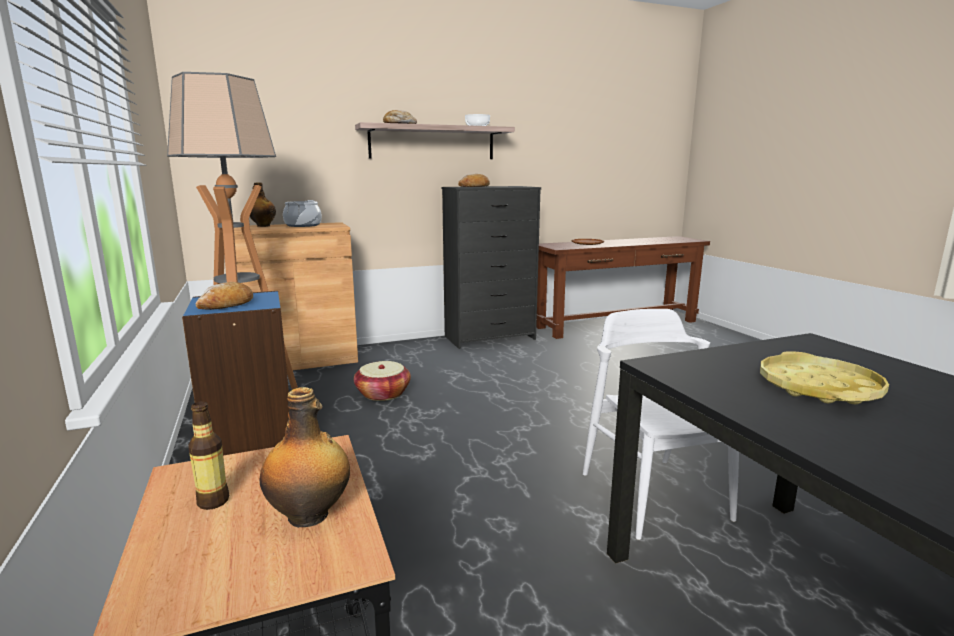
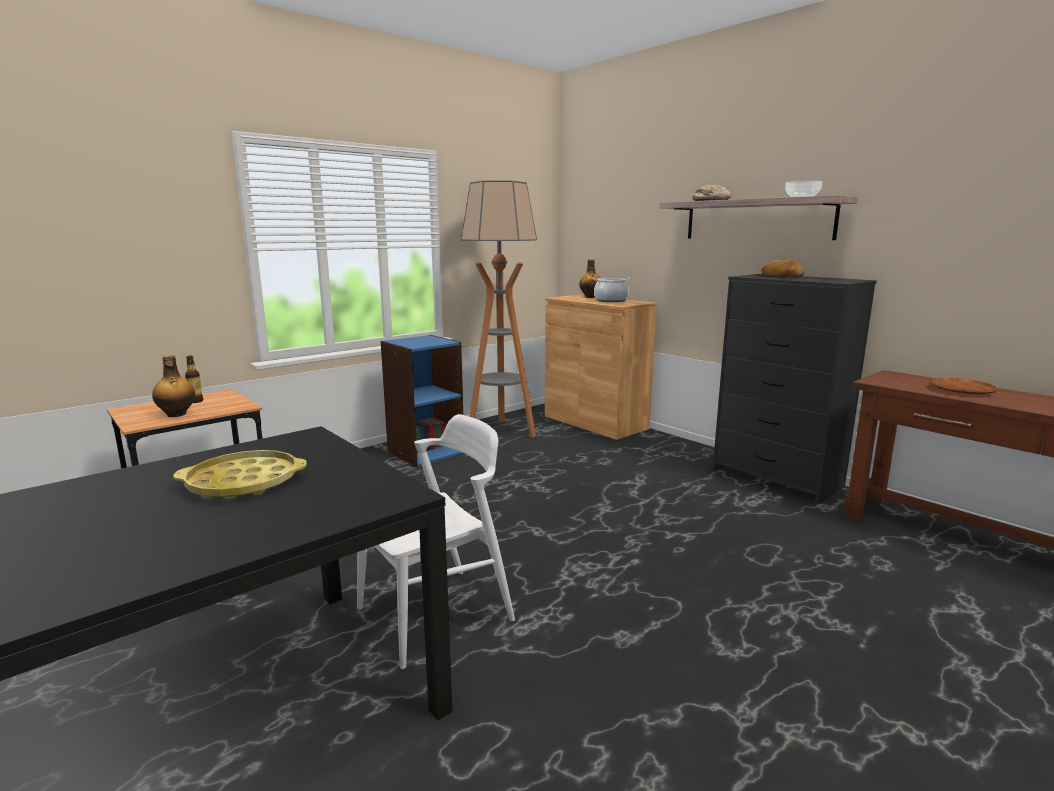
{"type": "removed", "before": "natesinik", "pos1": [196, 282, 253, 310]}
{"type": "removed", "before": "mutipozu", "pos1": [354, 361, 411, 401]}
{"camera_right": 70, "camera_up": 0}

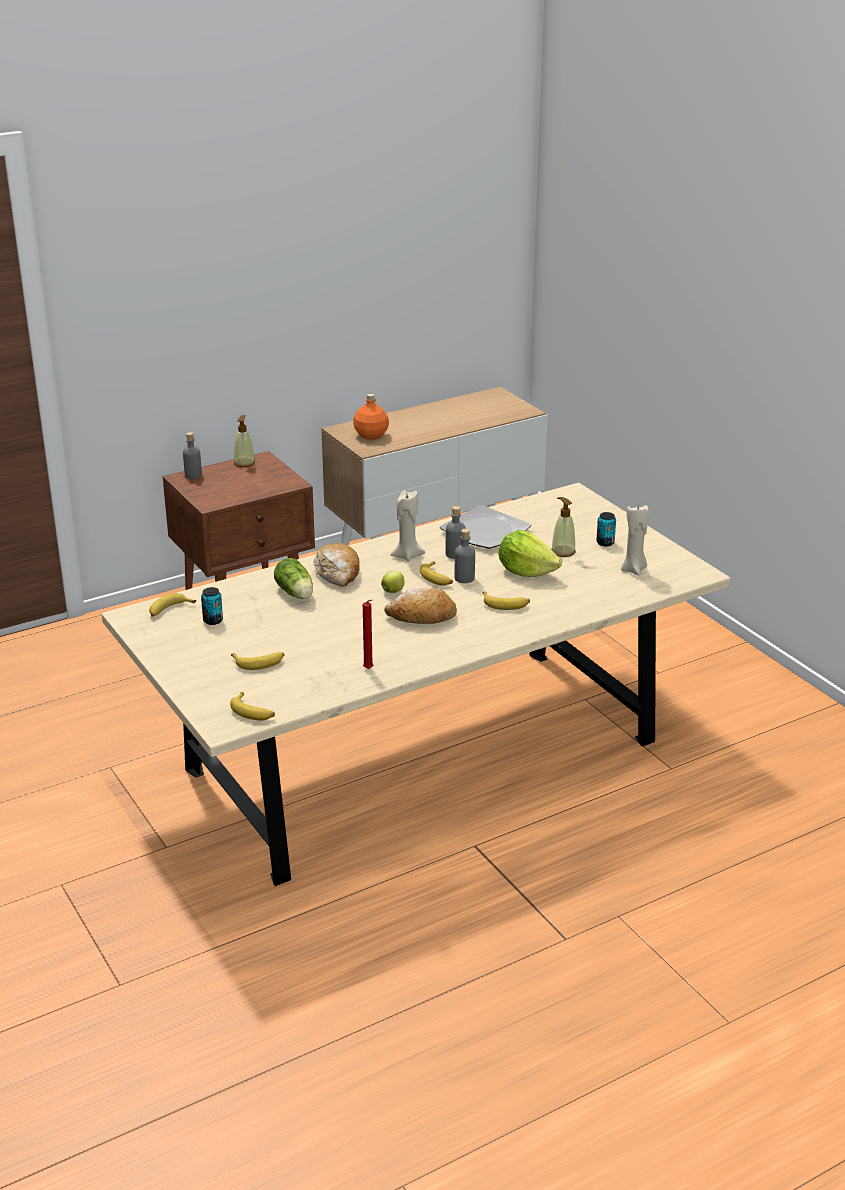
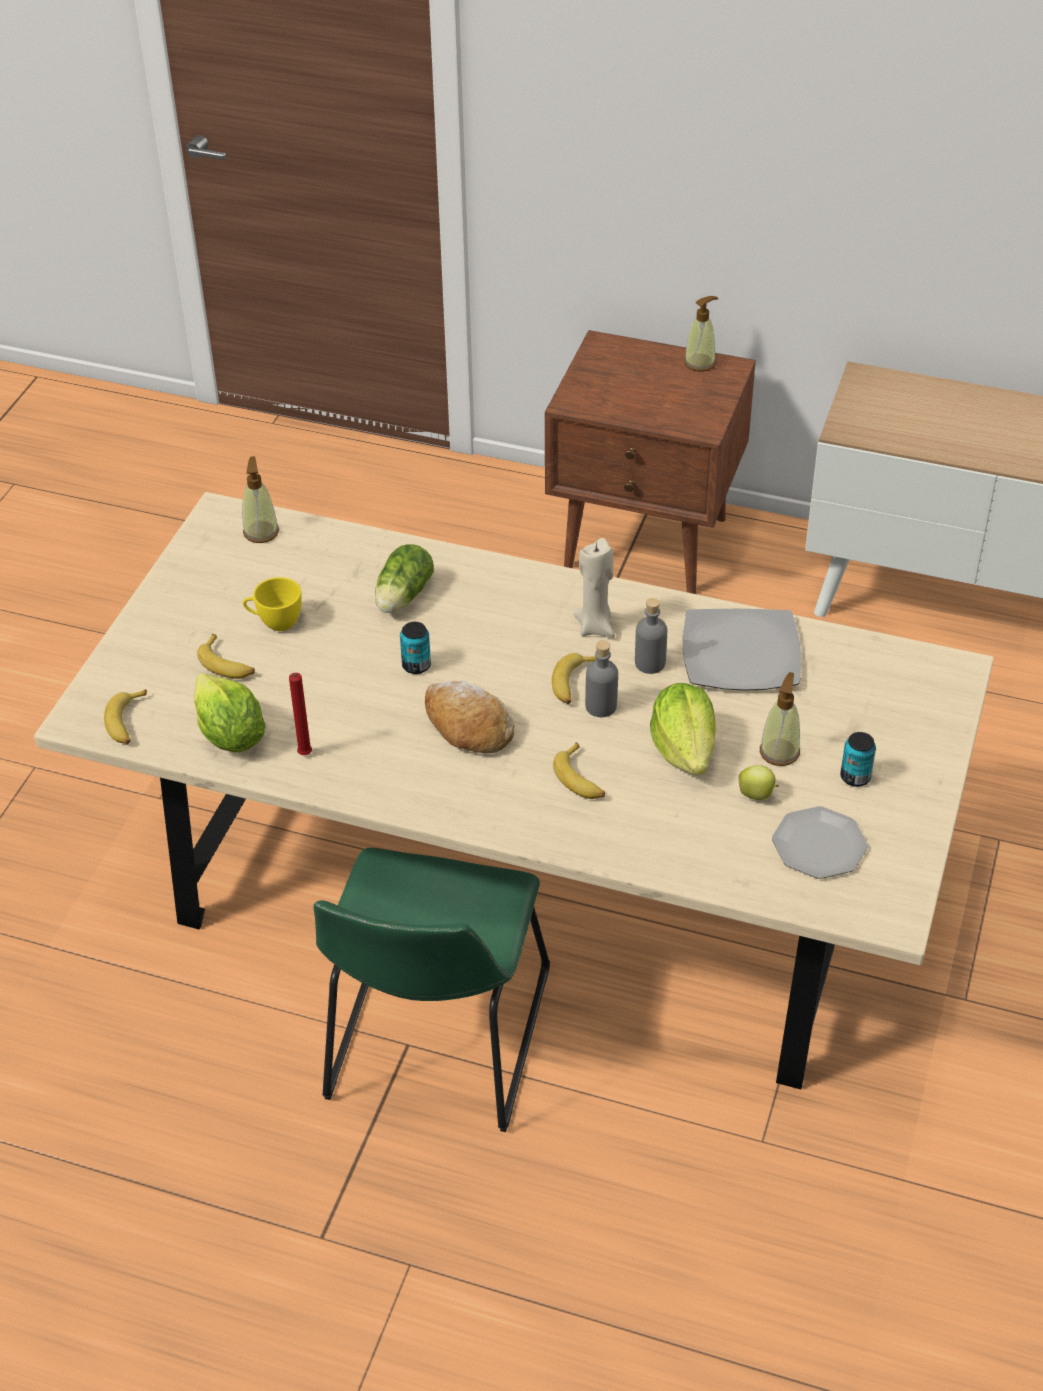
{"type": "removed", "before": "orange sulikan", "pos1": [353, 394, 389, 440]}
{"type": "removed", "before": "grey sulikan", "pos1": [183, 432, 202, 479]}
{"type": "replaced", "before": "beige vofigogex", "after": "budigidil", "pos1": [621, 504, 649, 576], "pos2": [772, 806, 868, 879]}
{"type": "removed", "before": "natesinik", "pos1": [314, 543, 360, 587]}
{"type": "moved", "before": "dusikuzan", "pos1": [381, 571, 404, 593], "pos2": [739, 765, 779, 800]}
{"type": "moved", "before": "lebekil", "pos1": [201, 587, 223, 625], "pos2": [400, 622, 431, 674]}
{"type": "replaced", "before": "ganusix", "after": "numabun", "pos1": [149, 593, 196, 617], "pos2": [242, 456, 279, 543]}
{"type": "added", "after": "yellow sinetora", "pos2": [243, 577, 302, 631]}
{"type": "added", "after": "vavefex", "pos2": [194, 673, 266, 753]}
{"type": "added", "after": "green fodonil", "pos2": [313, 848, 550, 1132]}
{"camera_right": 50, "camera_up": 15}

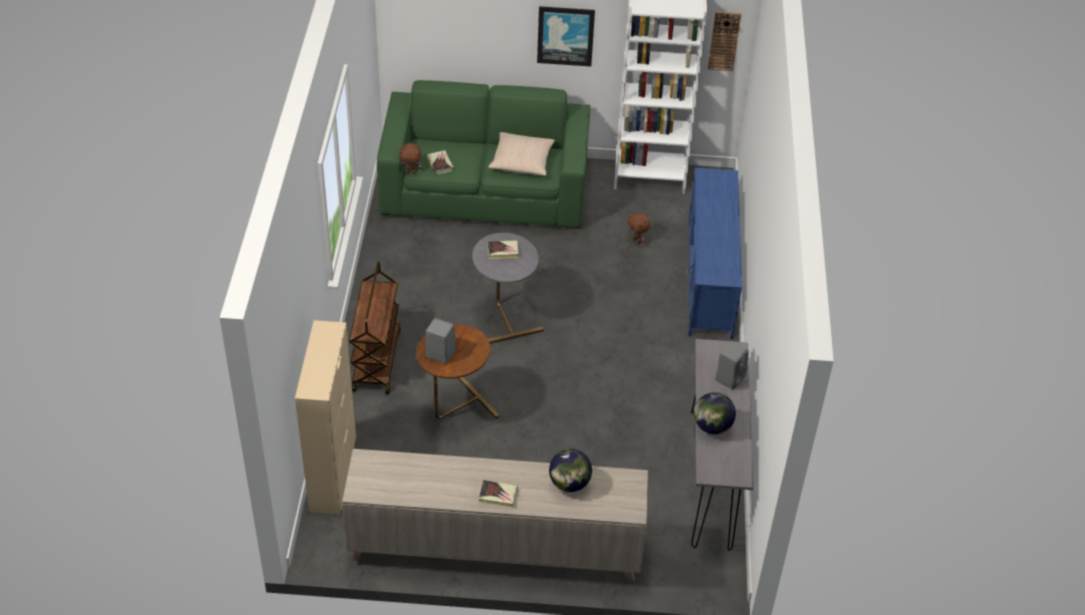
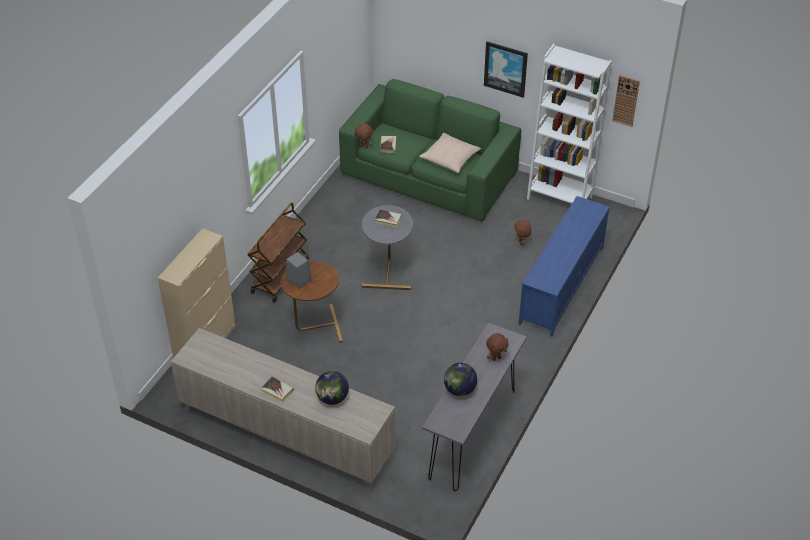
{"type": "replaced", "before": "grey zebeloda", "after": "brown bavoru", "pos1": [715, 341, 749, 390], "pos2": [486, 333, 509, 361]}
{"camera_right": 25, "camera_up": 0}

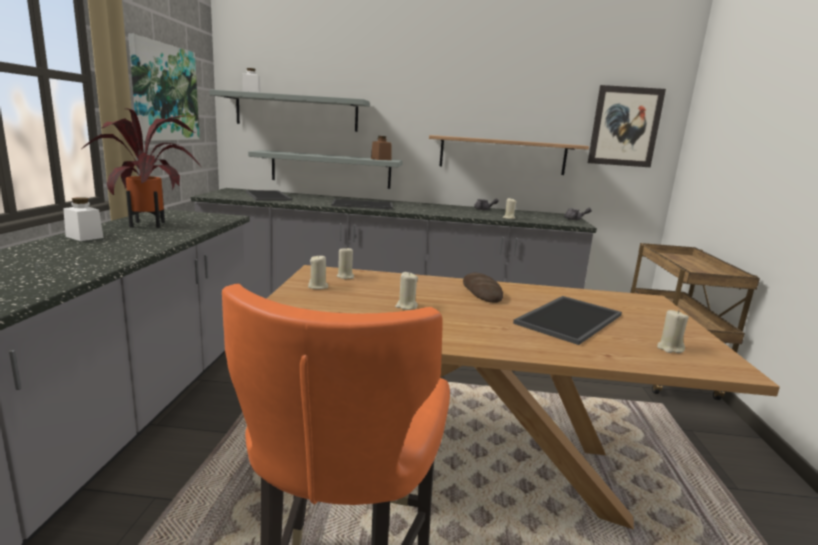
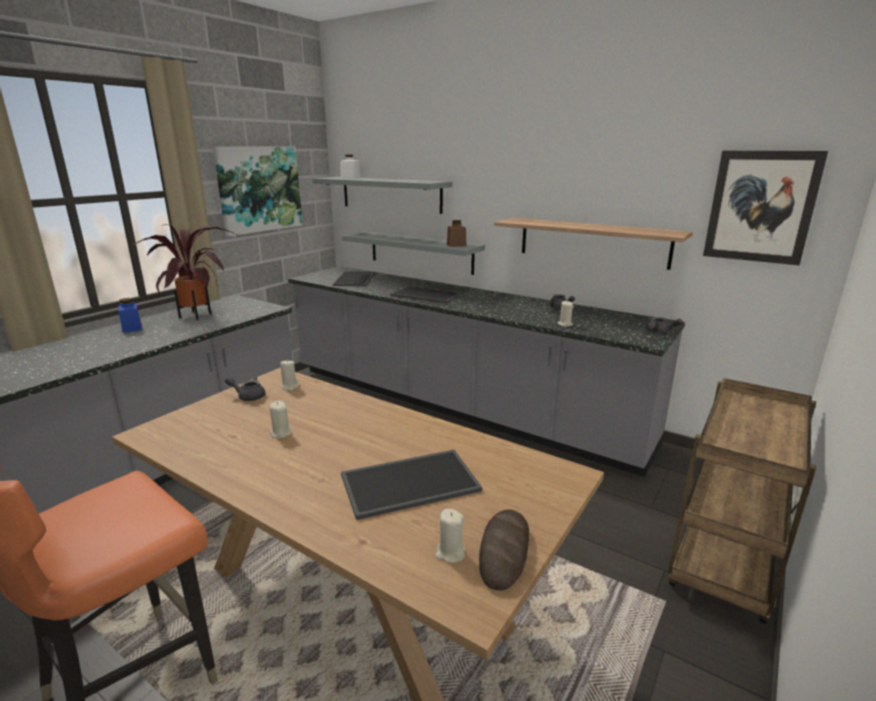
{"type": "recoloured", "before": "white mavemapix", "after": "blue mavemapix", "pos1": [63, 197, 104, 241], "pos2": [118, 298, 142, 333]}
{"type": "replaced", "before": "beige vofigogex", "after": "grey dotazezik", "pos1": [308, 254, 328, 289], "pos2": [225, 376, 265, 401]}
{"type": "moved", "before": "natesinik", "pos1": [463, 272, 503, 303], "pos2": [479, 509, 529, 591]}
{"camera_right": 30, "camera_up": 5}

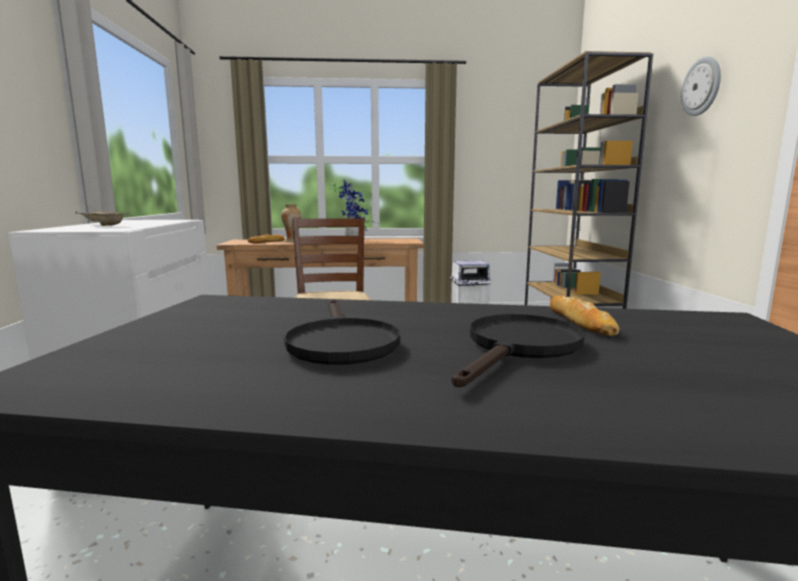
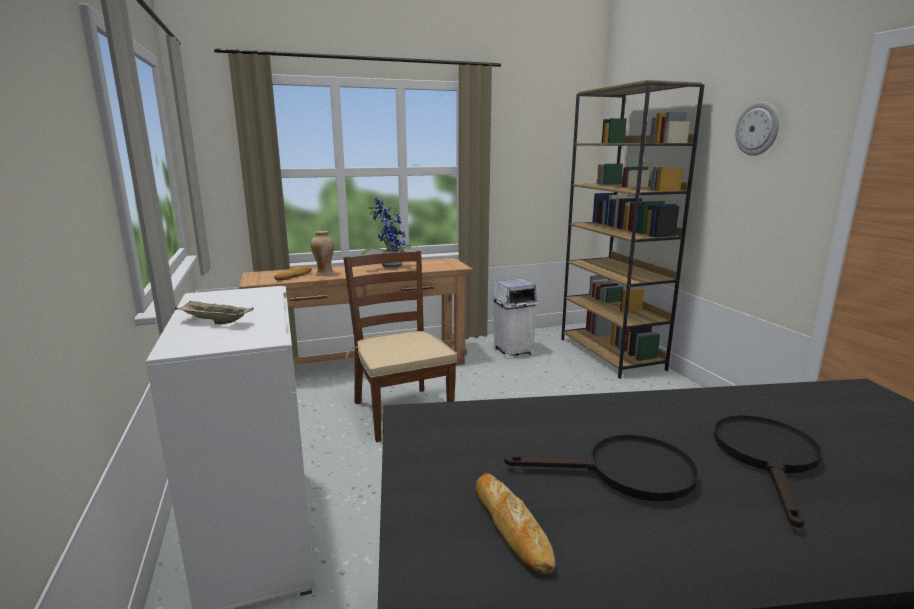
{"type": "moved", "before": "natesinik", "pos1": [550, 295, 619, 336], "pos2": [476, 473, 556, 574]}
{"type": "turned", "before": "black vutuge", "pos1": [284, 299, 400, 365], "pos2": [504, 435, 698, 501], "turn": -60}
{"camera_right": -15, "camera_up": 5}

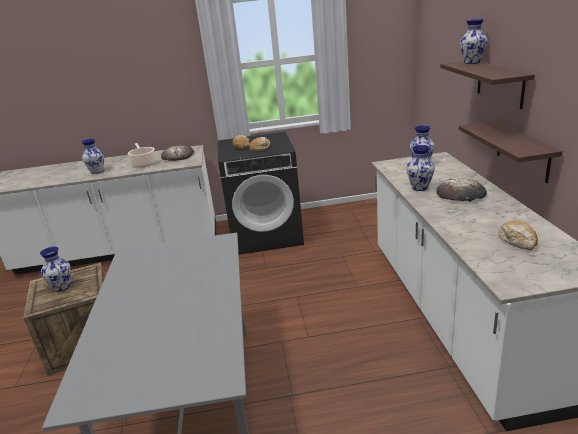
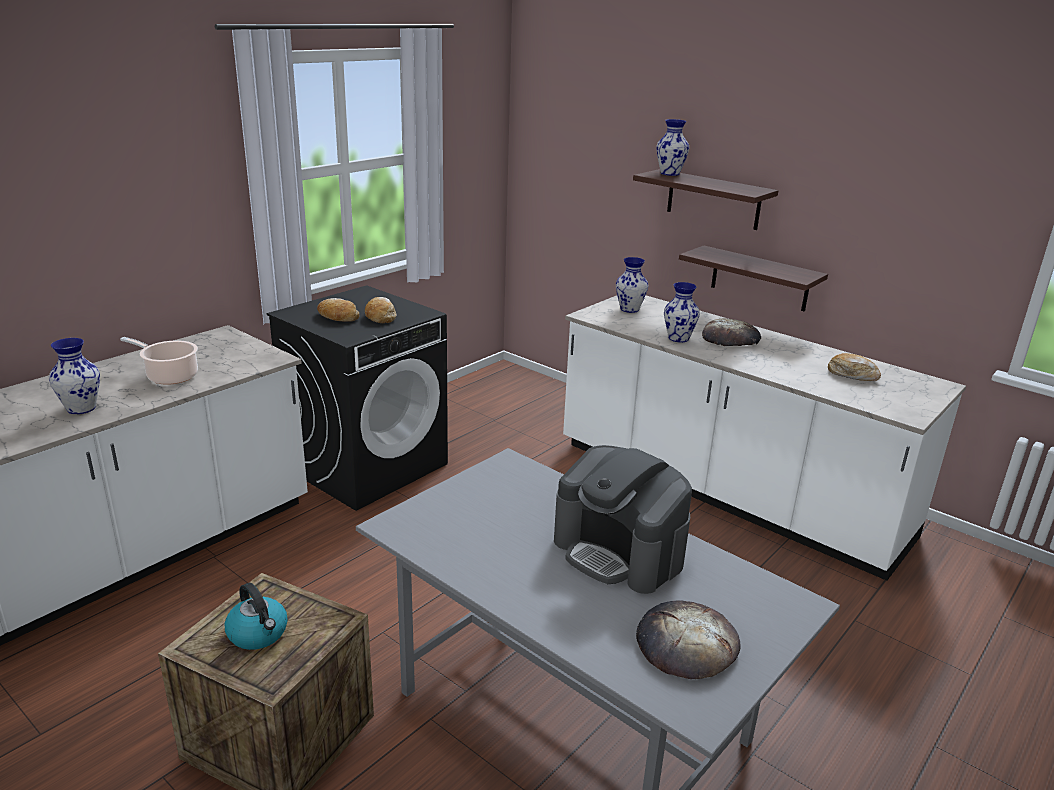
{"type": "moved", "before": "natesinik", "pos1": [161, 145, 194, 161], "pos2": [636, 600, 741, 679]}
{"type": "replaced", "before": "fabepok", "after": "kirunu", "pos1": [40, 247, 71, 292], "pos2": [225, 583, 288, 650]}
{"type": "added", "after": "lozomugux", "pos2": [554, 445, 692, 594]}
{"camera_right": -45, "camera_up": 0}

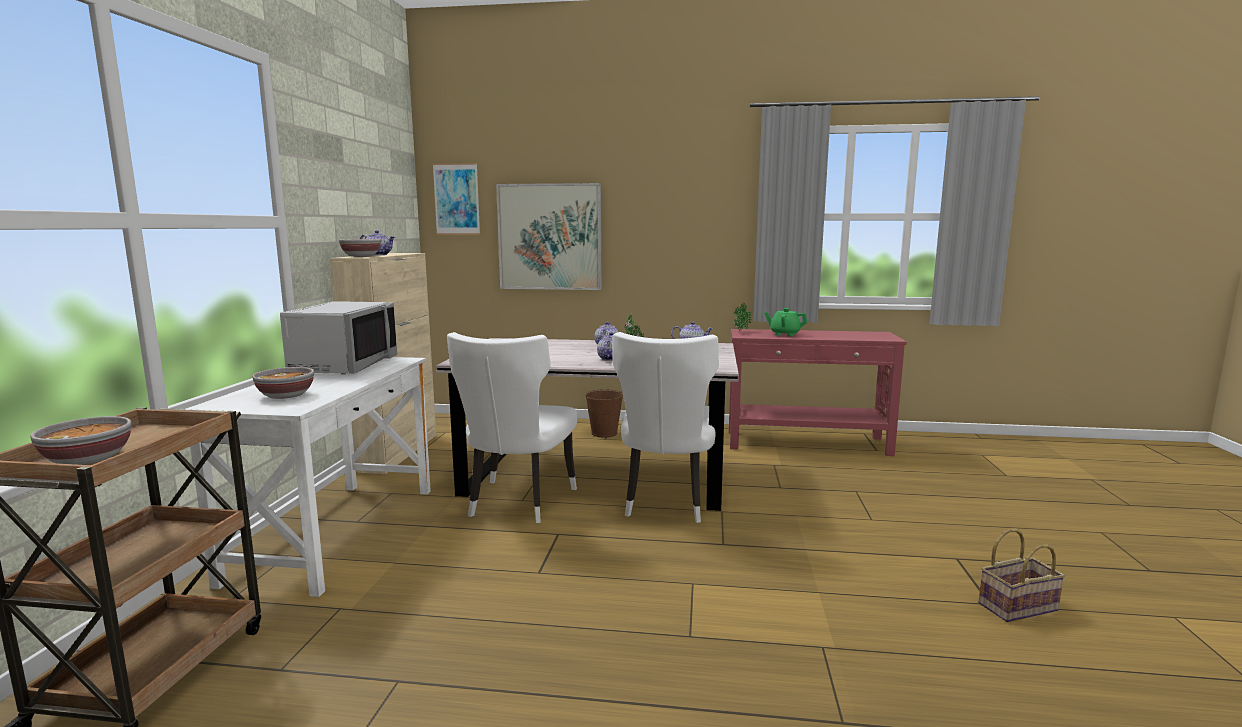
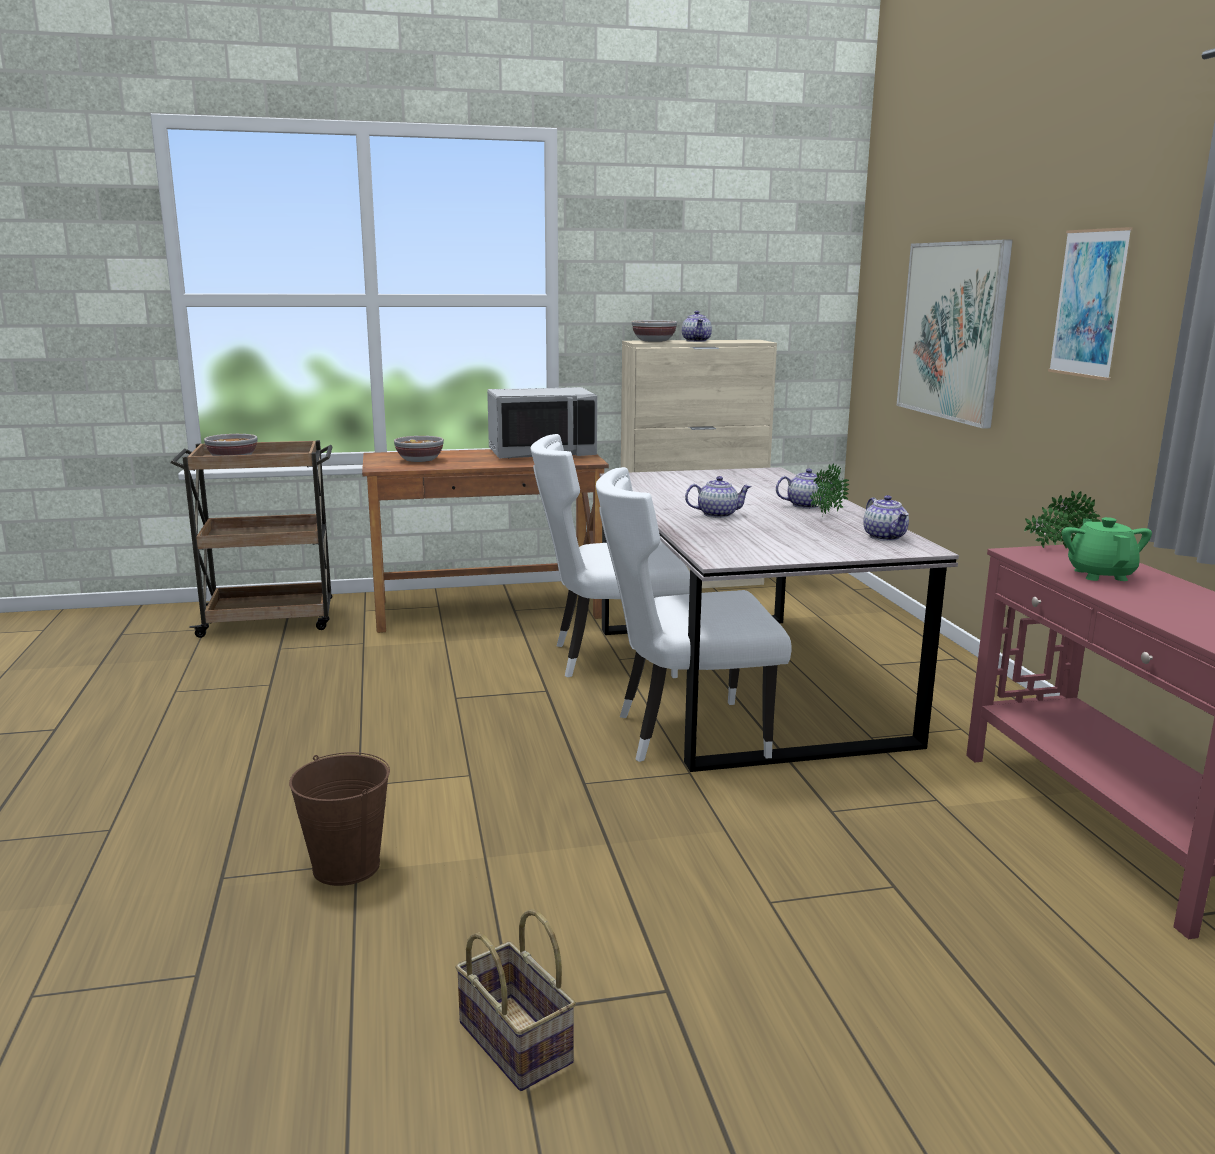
{"type": "moved", "before": "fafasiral", "pos1": [433, 163, 480, 235], "pos2": [1048, 227, 1133, 381]}
{"type": "recoloured", "before": "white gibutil", "after": "brown gibutil", "pos1": [186, 357, 431, 597], "pos2": [362, 449, 609, 633]}
{"type": "moved", "before": "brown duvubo", "pos1": [585, 389, 623, 437], "pos2": [289, 752, 390, 886]}
{"camera_right": 70, "camera_up": 5}

